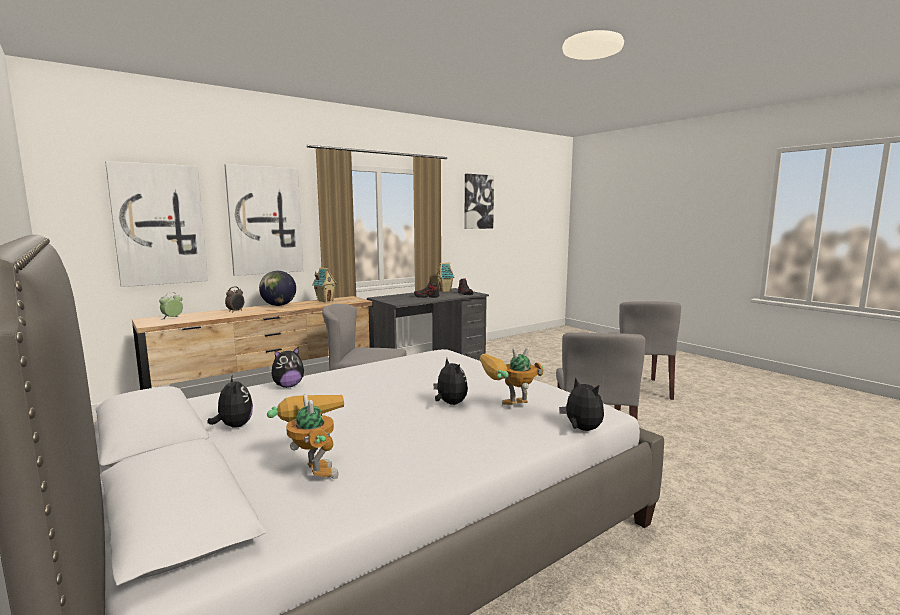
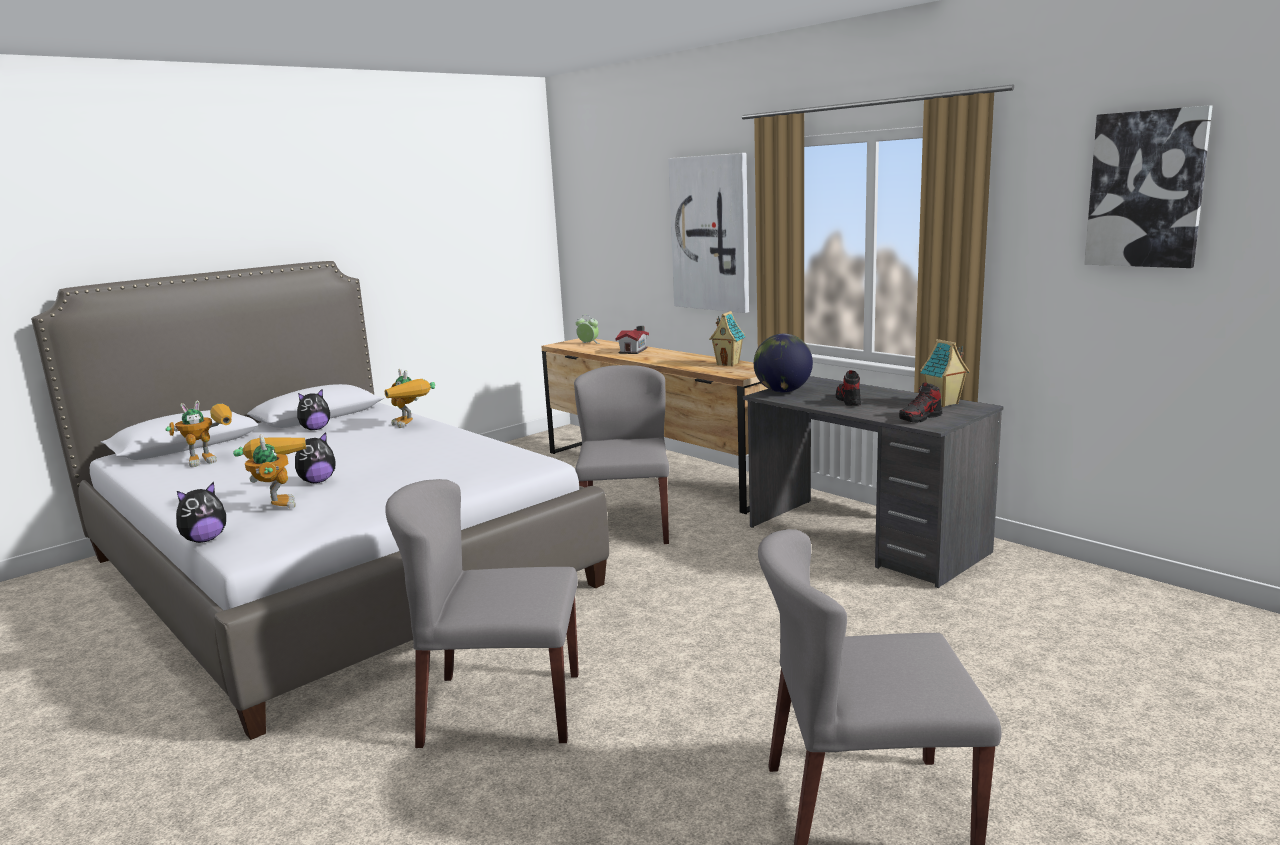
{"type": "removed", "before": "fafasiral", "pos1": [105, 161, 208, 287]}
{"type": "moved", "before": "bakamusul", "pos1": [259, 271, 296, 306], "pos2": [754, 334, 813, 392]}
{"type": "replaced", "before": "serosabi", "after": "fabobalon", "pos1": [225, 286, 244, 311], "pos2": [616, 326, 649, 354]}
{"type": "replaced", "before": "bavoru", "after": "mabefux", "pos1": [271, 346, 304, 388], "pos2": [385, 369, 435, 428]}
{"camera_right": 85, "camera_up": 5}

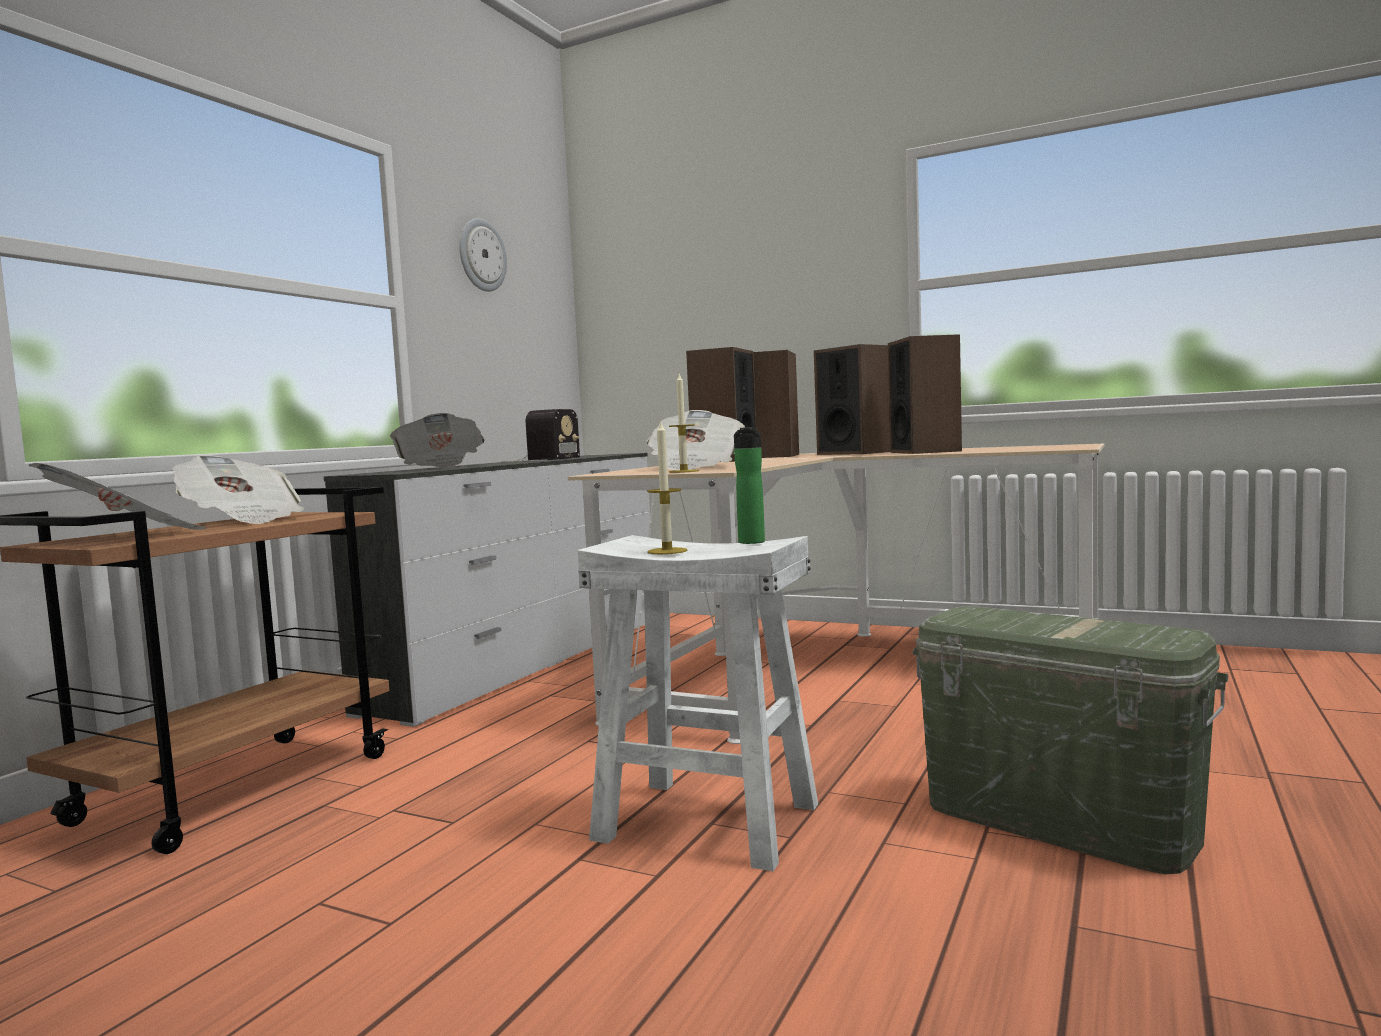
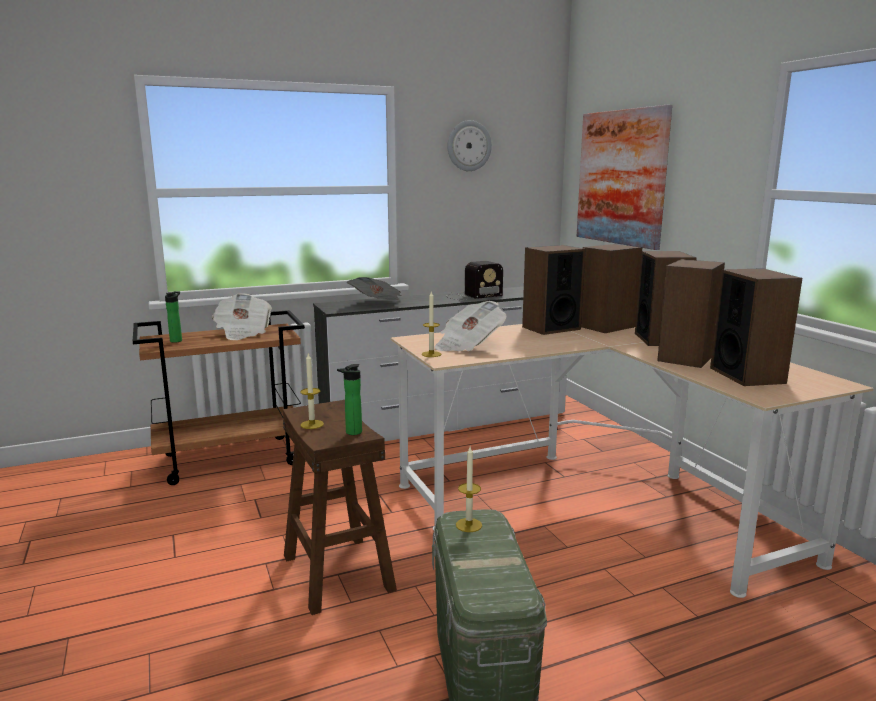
{"type": "replaced", "before": "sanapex", "after": "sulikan", "pos1": [28, 463, 206, 530], "pos2": [165, 291, 182, 343]}
{"type": "recoloured", "before": "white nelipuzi", "after": "brown nelipuzi", "pos1": [578, 535, 818, 871], "pos2": [283, 400, 397, 615]}
{"type": "added", "after": "fafasiral", "pos2": [577, 105, 672, 250]}
{"type": "added", "after": "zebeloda", "pos2": [710, 268, 802, 386]}
{"type": "added", "after": "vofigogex", "pos2": [456, 447, 482, 532]}
{"camera_right": 40, "camera_up": 10}

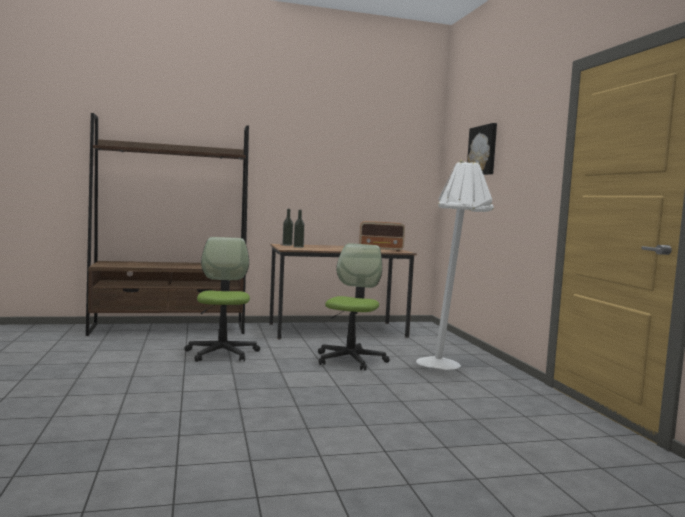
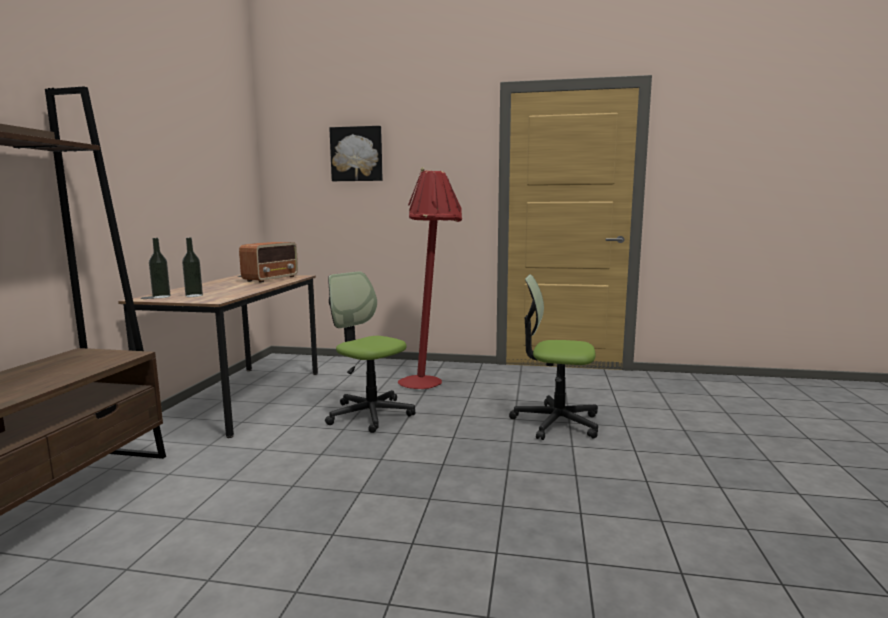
{"type": "recoloured", "before": "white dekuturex", "after": "red dekuturex", "pos1": [416, 160, 494, 370], "pos2": [398, 167, 462, 389]}
{"type": "moved", "before": "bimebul", "pos1": [185, 237, 260, 362], "pos2": [509, 274, 598, 440]}
{"camera_right": -65, "camera_up": 5}

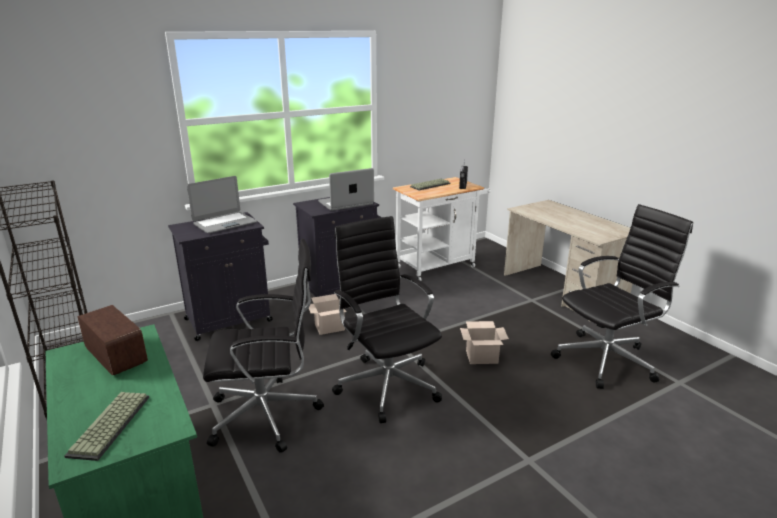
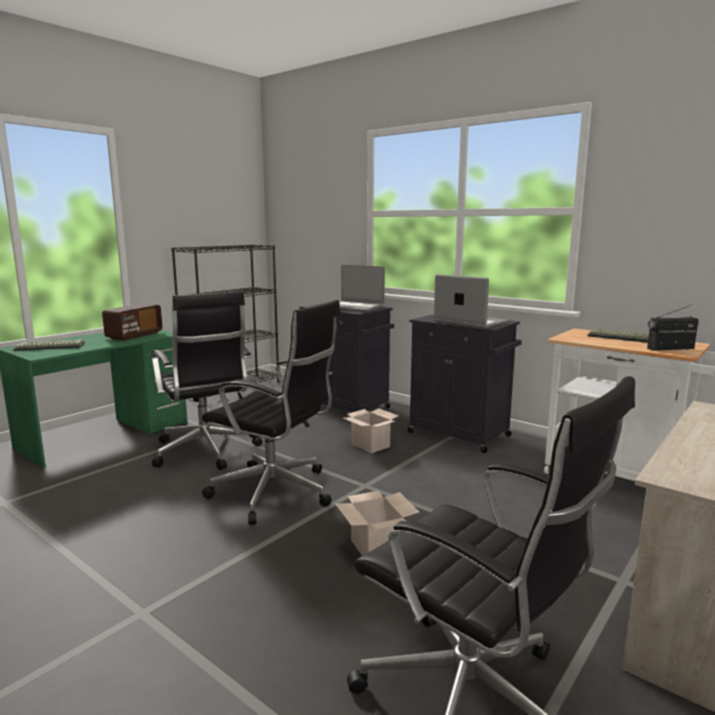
{"type": "turned", "before": "black bimebul", "pos1": [332, 216, 442, 423], "pos2": [202, 300, 341, 525], "turn": 75}
{"camera_right": 70, "camera_up": -10}

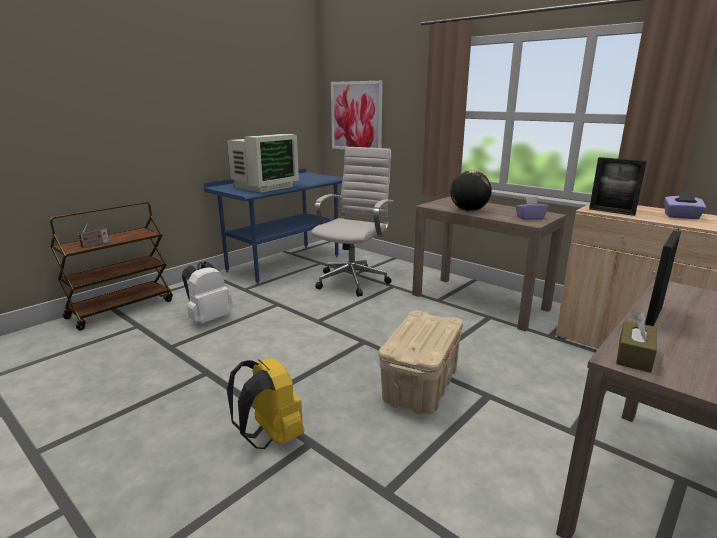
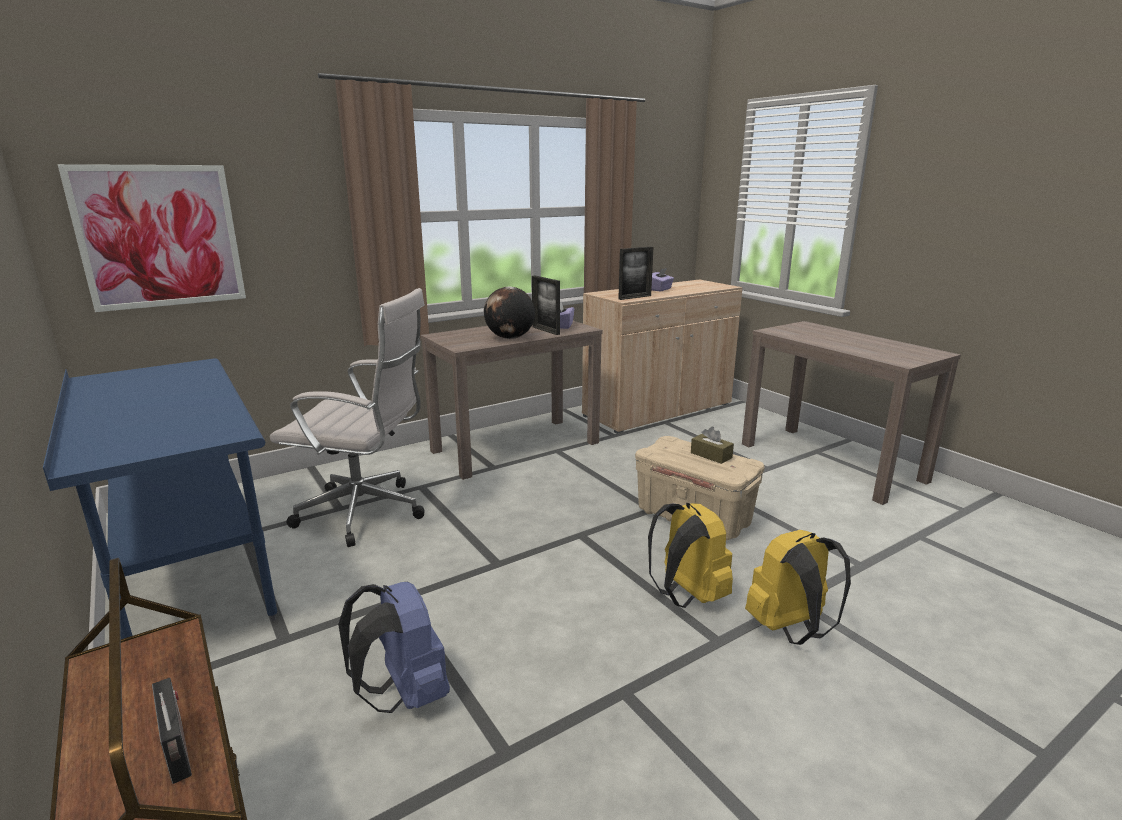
{"type": "removed", "before": "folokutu", "pos1": [227, 134, 299, 193]}
{"type": "turned", "before": "white bimebul", "pos1": [311, 147, 394, 297], "pos2": [270, 288, 425, 547], "turn": 150}
{"type": "moved", "before": "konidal", "pos1": [645, 231, 681, 326], "pos2": [532, 276, 560, 335]}
{"type": "recoloured", "before": "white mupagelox", "after": "blue mupagelox", "pos1": [182, 261, 233, 324], "pos2": [338, 582, 450, 713]}
{"type": "moved", "before": "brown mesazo", "pos1": [616, 312, 657, 373], "pos2": [691, 427, 734, 464]}
{"type": "added", "after": "yellow mupagelox", "pos2": [648, 503, 733, 608]}
{"camera_right": -75, "camera_up": 0}

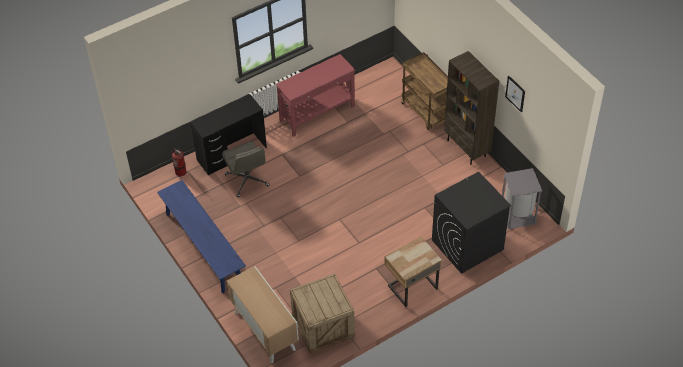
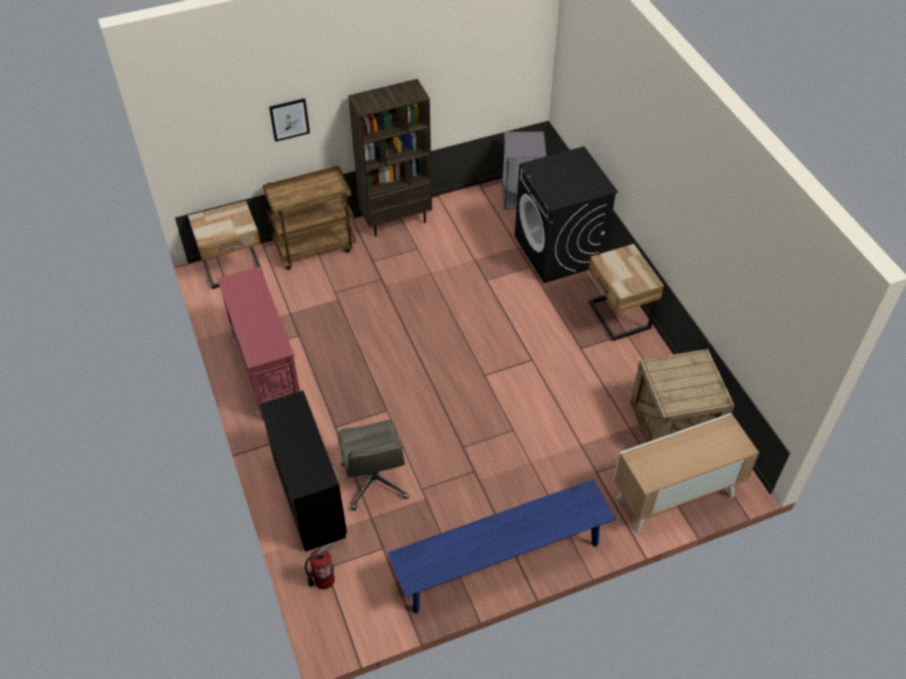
{"type": "moved", "before": "fafasiral", "pos1": [505, 76, 525, 112], "pos2": [269, 98, 310, 142]}
{"type": "turned", "before": "grey bimebul", "pos1": [222, 141, 270, 197], "pos2": [338, 420, 409, 510], "turn": 90}
{"type": "added", "after": "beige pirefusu", "pos2": [188, 201, 263, 289]}
{"camera_right": -80, "camera_up": 0}

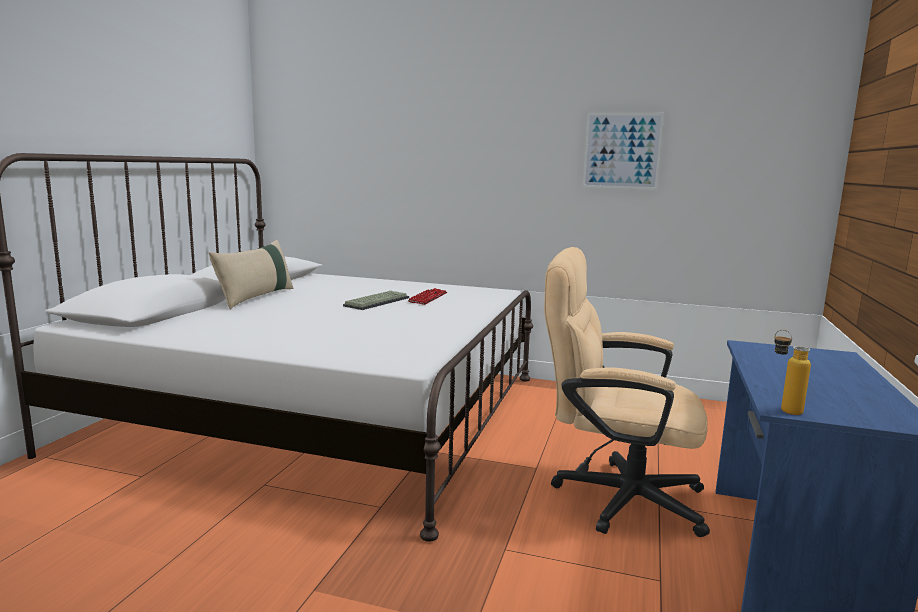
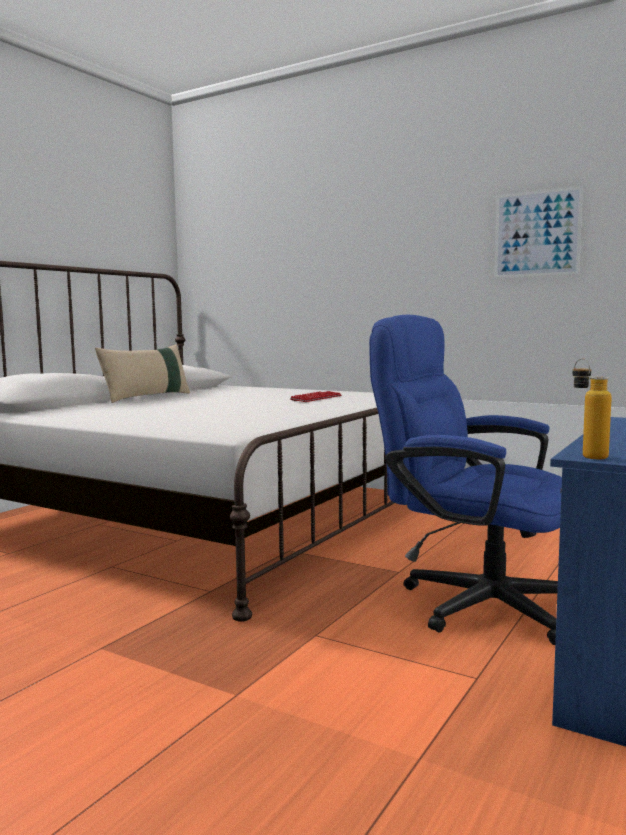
{"type": "recoloured", "before": "beige bimebul", "after": "blue bimebul", "pos1": [544, 247, 710, 537], "pos2": [369, 315, 562, 645]}
{"type": "removed", "before": "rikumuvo", "pos1": [343, 291, 409, 310]}
{"camera_right": 15, "camera_up": -5}

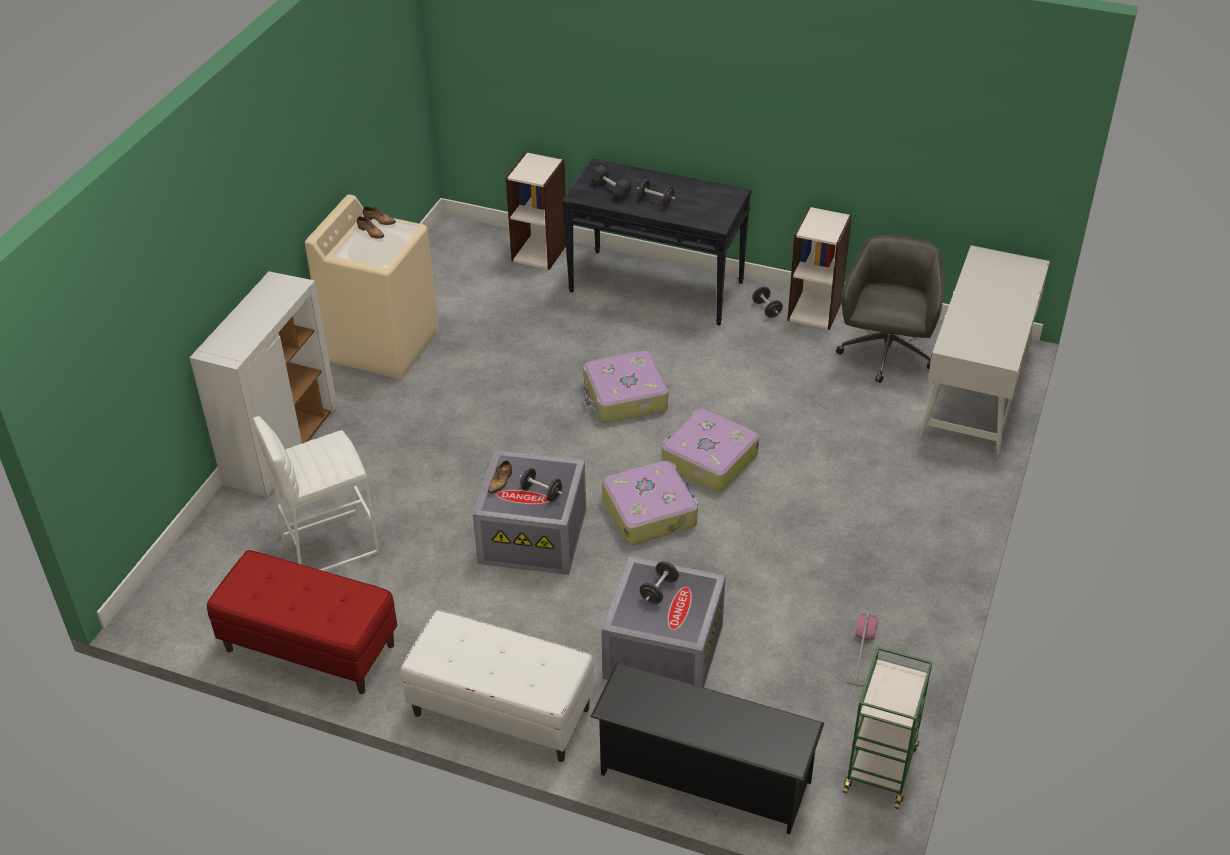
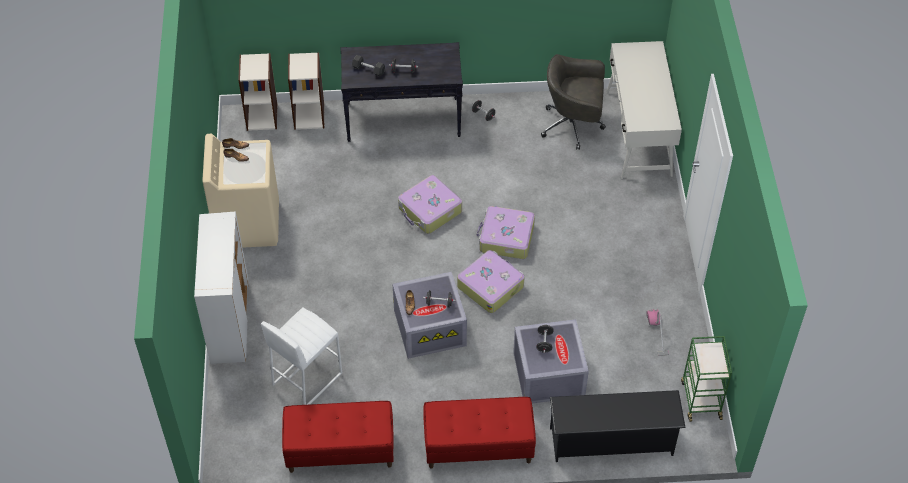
{"type": "moved", "before": "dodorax", "pos1": [787, 207, 852, 330], "pos2": [238, 53, 277, 131]}
{"type": "turned", "before": "grey bimebul", "pos1": [836, 235, 944, 383], "pos2": [541, 54, 606, 150], "turn": -75}
{"type": "recoloured", "before": "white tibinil", "after": "red tibinil", "pos1": [401, 610, 594, 762], "pos2": [423, 397, 536, 468]}
{"camera_right": -25, "camera_up": 10}

